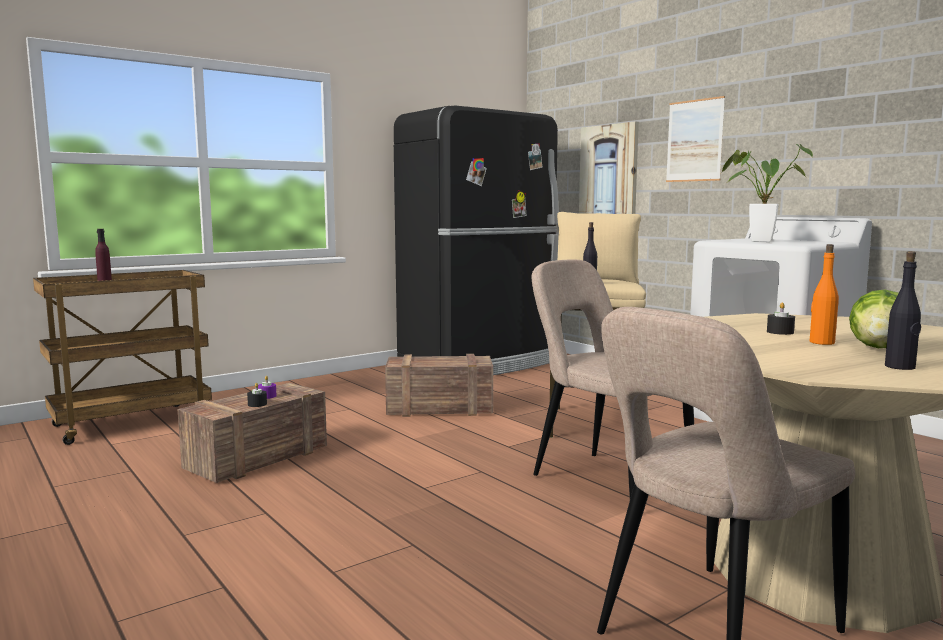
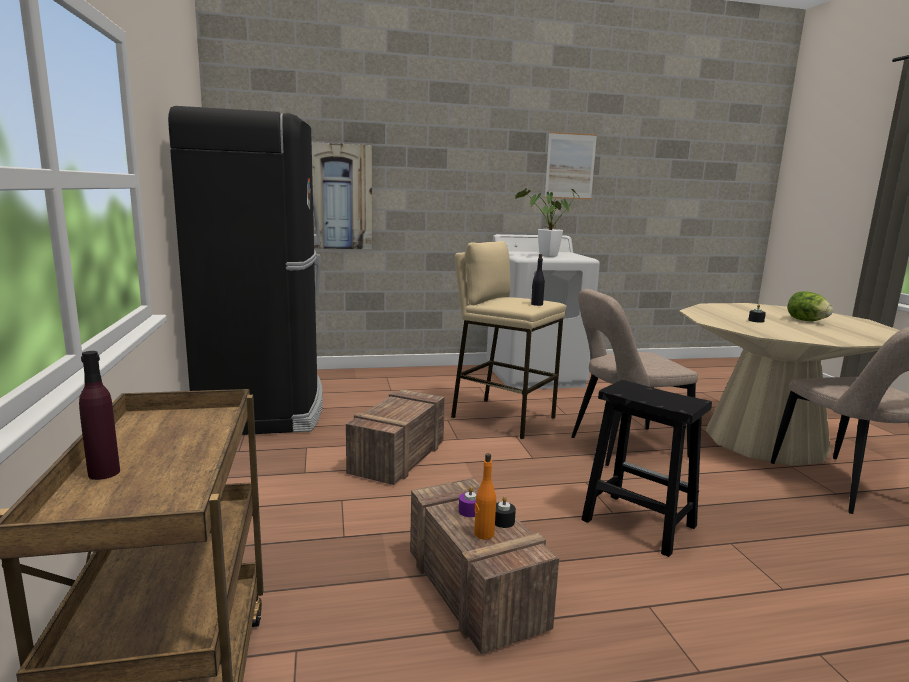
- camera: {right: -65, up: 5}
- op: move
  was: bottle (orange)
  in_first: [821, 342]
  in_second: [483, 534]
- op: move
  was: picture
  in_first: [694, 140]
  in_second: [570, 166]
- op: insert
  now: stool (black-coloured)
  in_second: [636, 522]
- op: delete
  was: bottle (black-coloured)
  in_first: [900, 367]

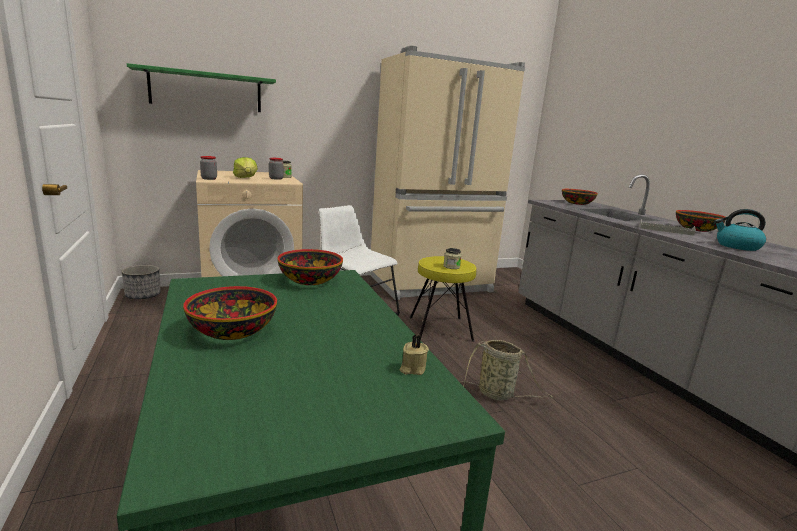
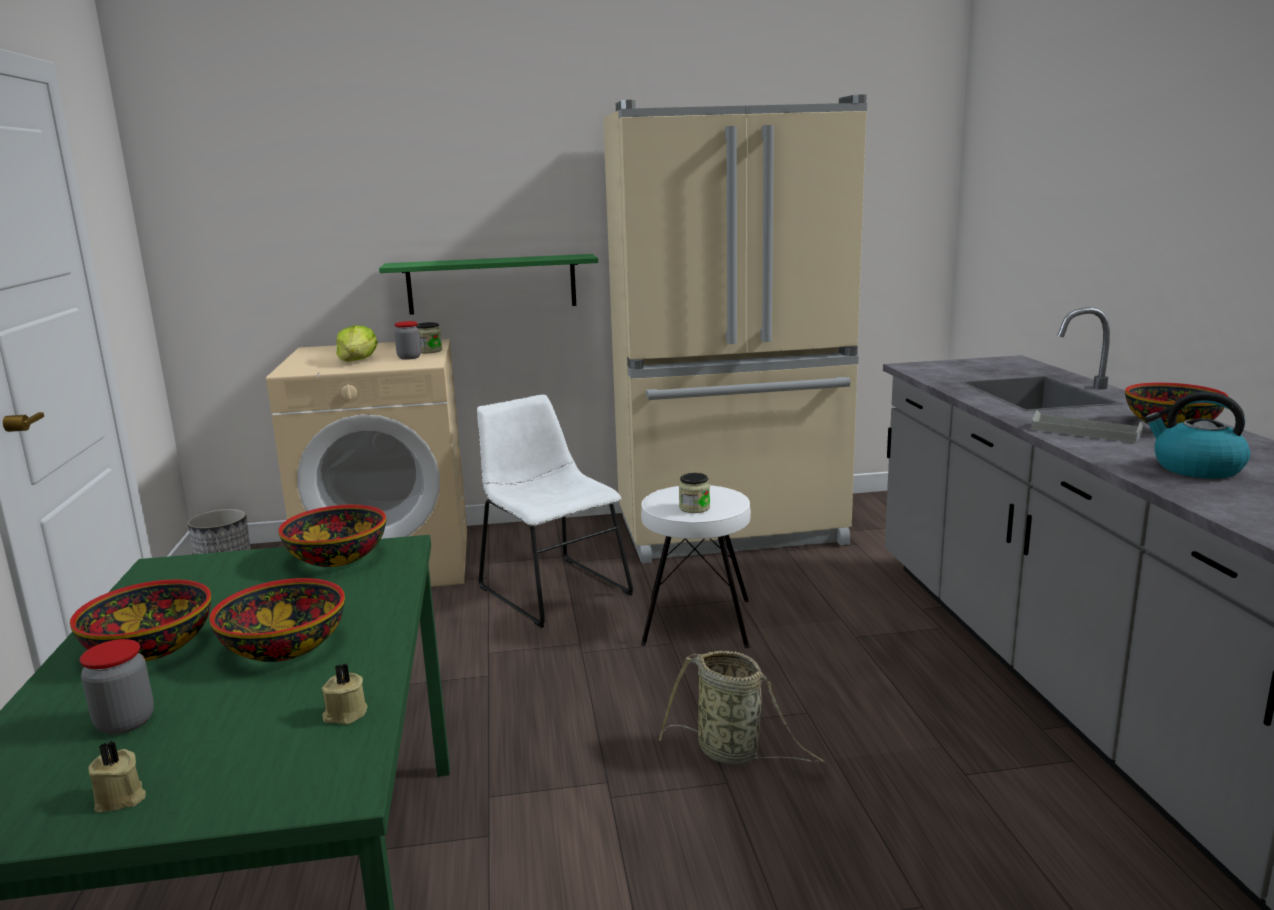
- camera: {right: 15, up: 0}
- op: move
  was: storage jar
  in_first: [209, 179]
  in_second: [125, 722]
- op: insert
  now: wax candle (sand-coloured)
  in_second: [120, 799]
- op: move
  was: deep dish
  in_first: [577, 203]
  in_second: [284, 647]
- op: move
  was: bracket shelf (greenish)
  in_first: [206, 91]
  in_second: [492, 284]
- op: recolor
  was: stool (yellow-coloured)
  now: stool (white-coloured)
  in_first: [440, 328]
  in_second: [698, 621]

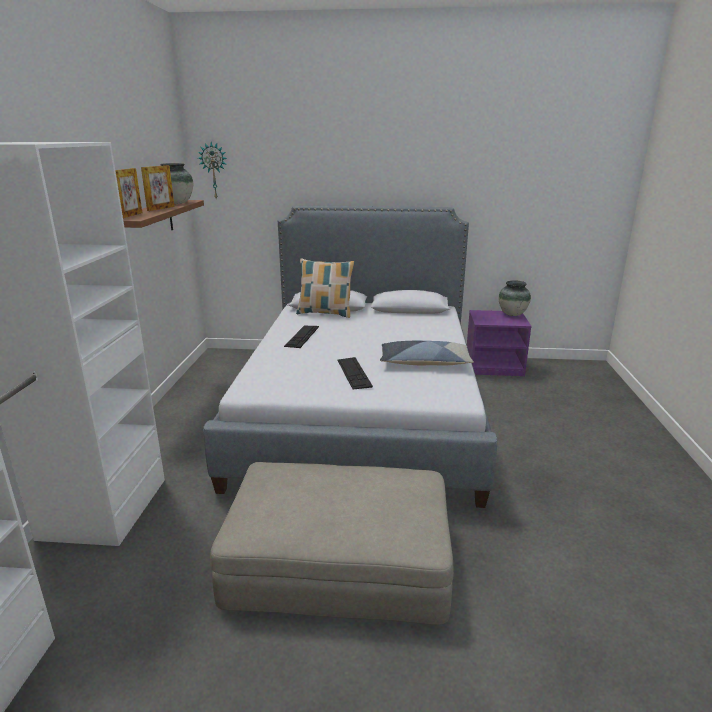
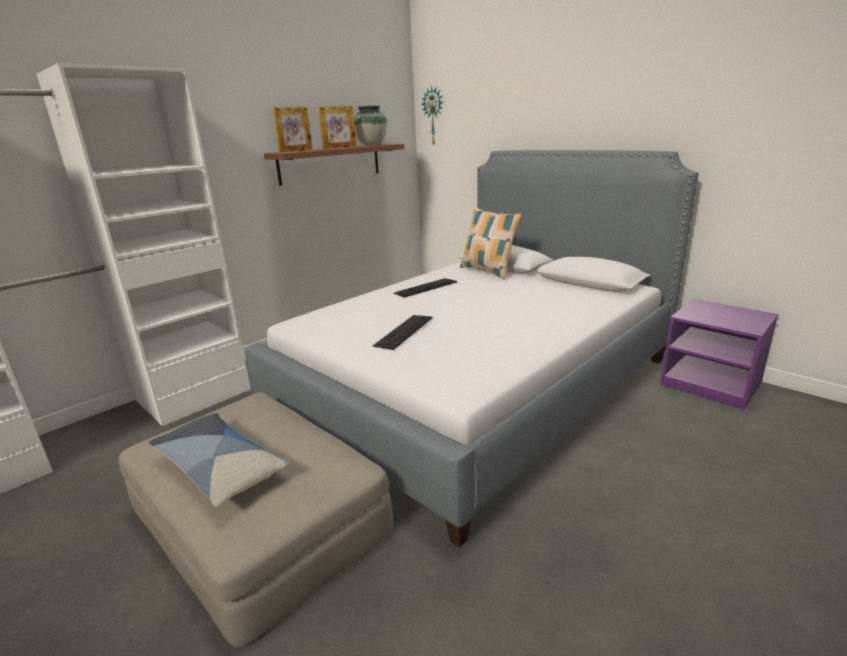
- camera: {right: 40, up: 0}
- op: move
  was: pillow
  in_first: [424, 362]
  in_second: [219, 467]
- op: delete
  was: decorative vase
  in_first: [512, 314]

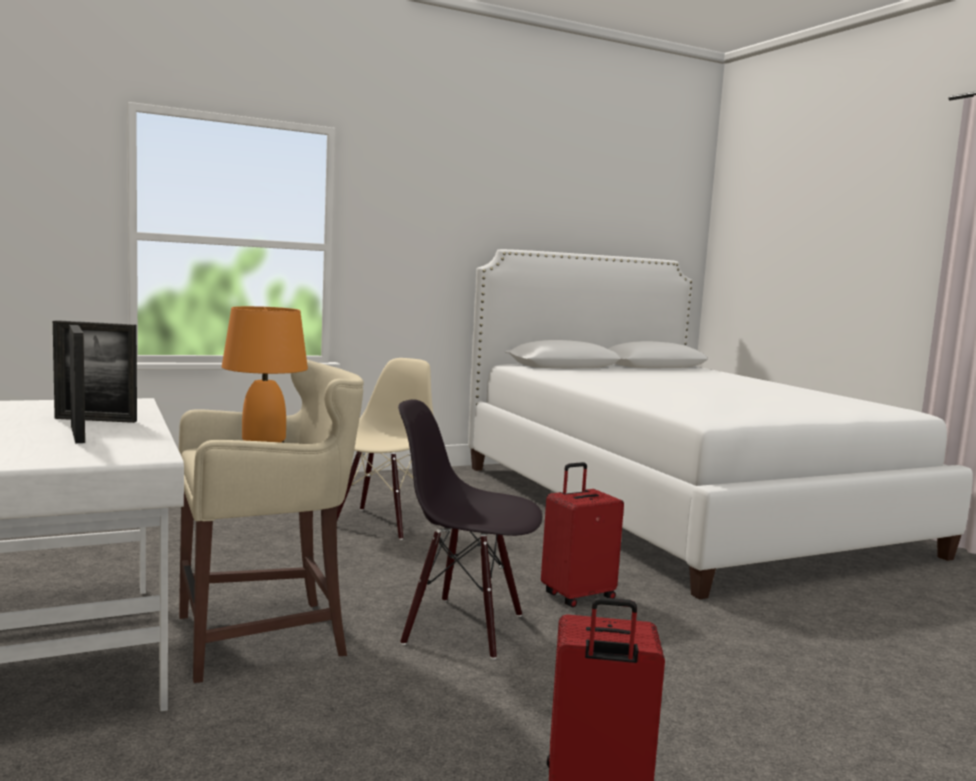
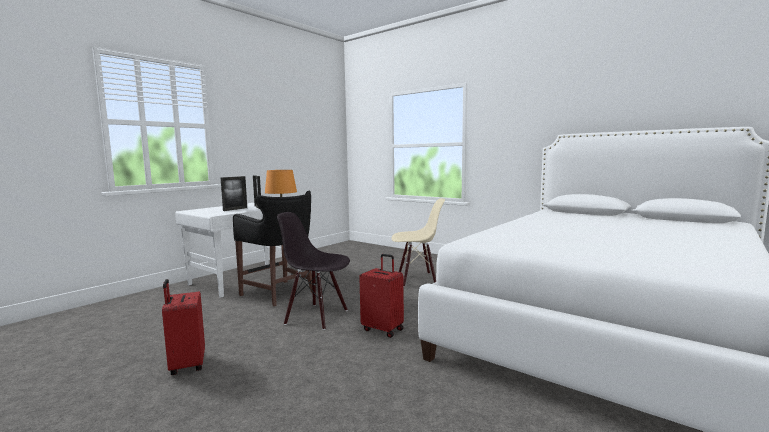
- camera: {right: 65, up: 0}
- op: recolor
  was: stool (sand-coloured)
  now: stool (black-coloured)
  in_first: [266, 636]
  in_second: [280, 293]
- op: rotate
  was: upright chair (black-coloured)
  in_first: [464, 628]
  in_second: [317, 316]
  clockwise: -60

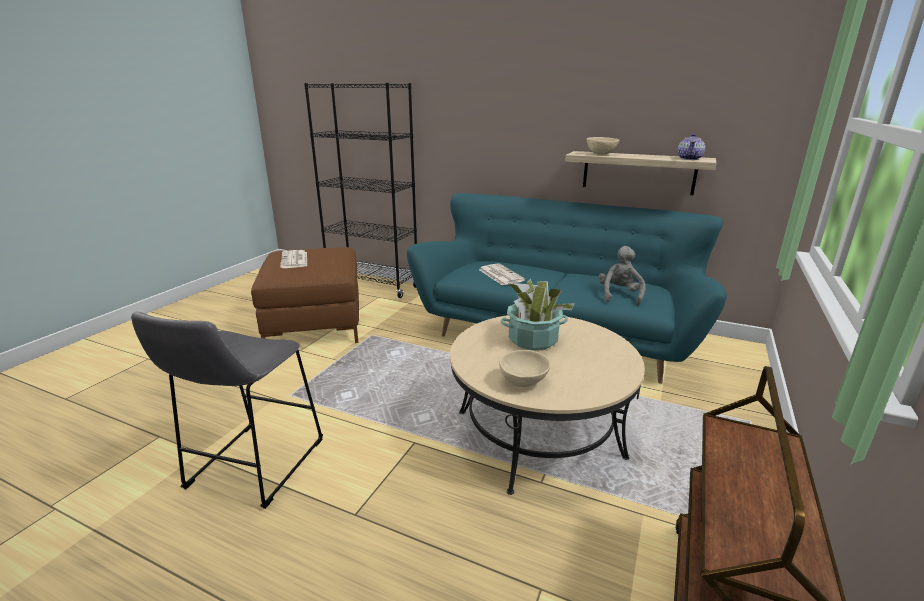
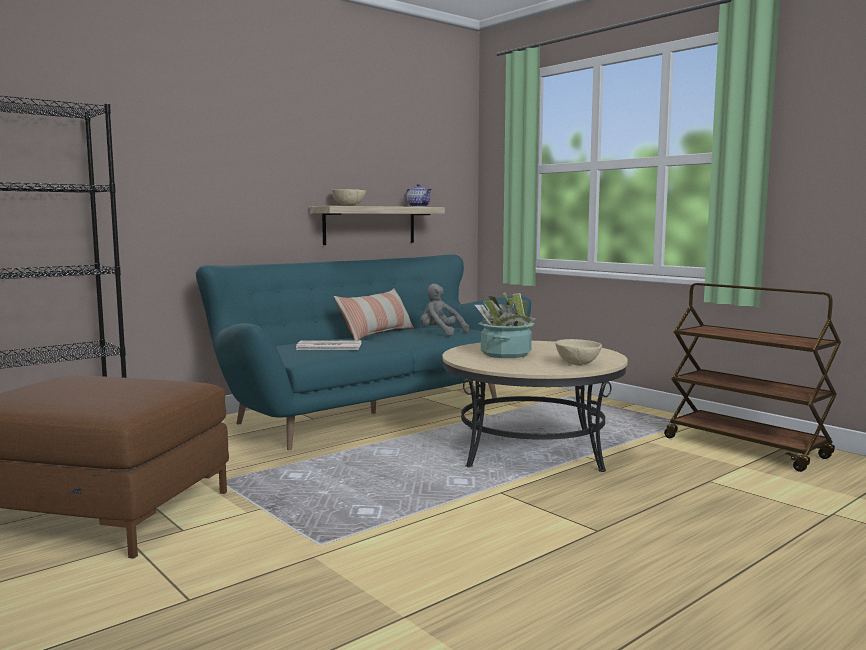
- camera: {right: -65, up: -15}
- op: insert
  now: pillow
  in_second: [377, 334]
- op: delete
  was: stool (greyish)
  in_first: [251, 467]
- op: delete
  was: daily paper
  in_first: [294, 260]

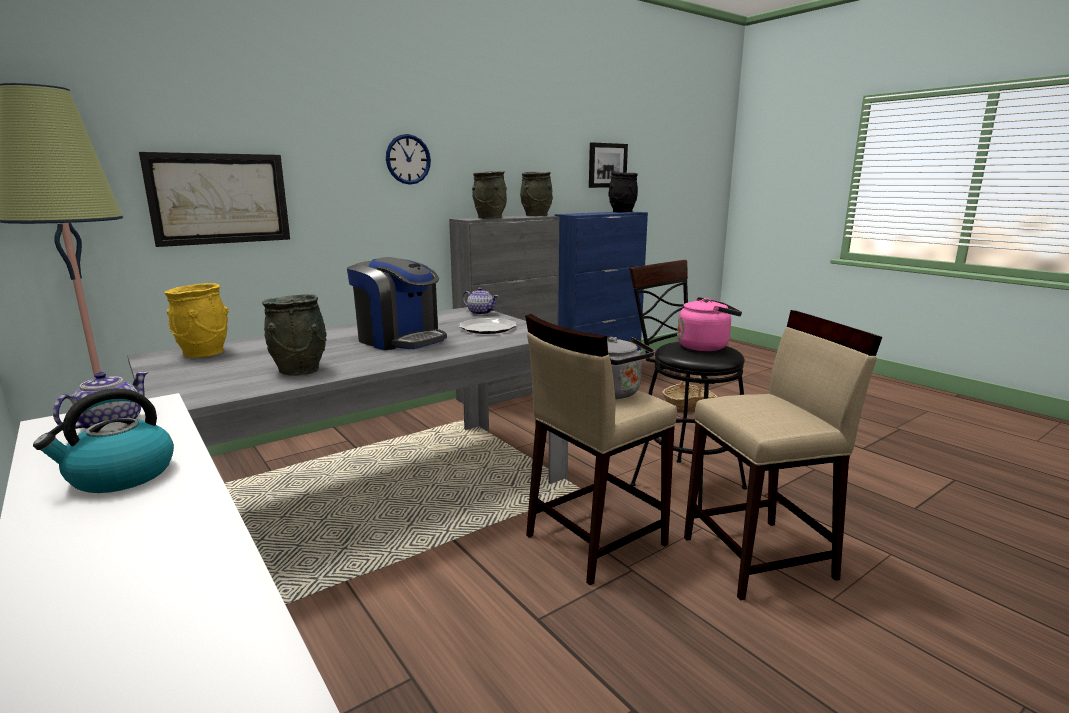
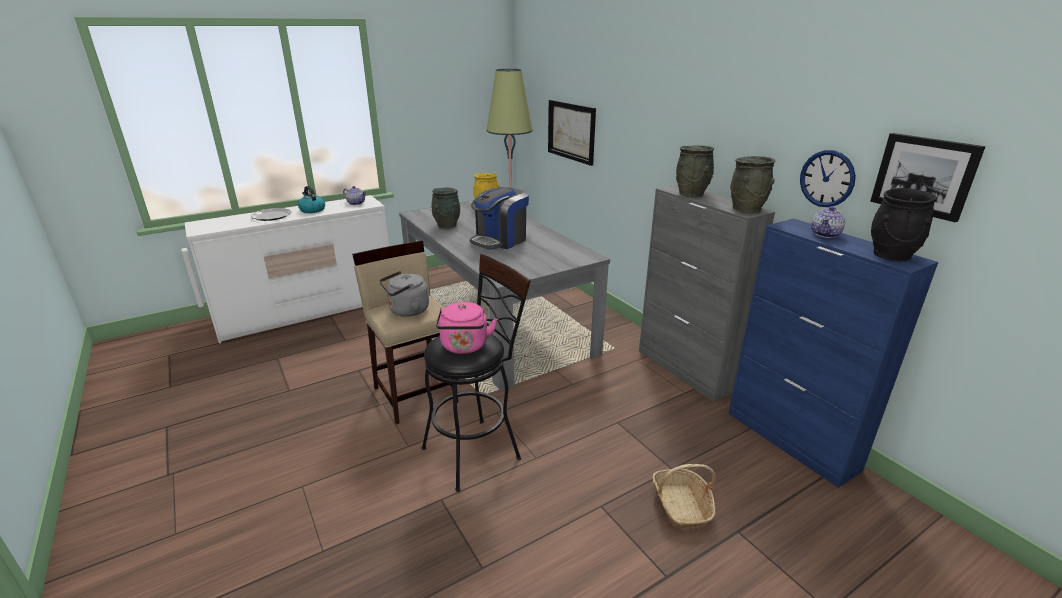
- camera: {right: 95, up: 10}
- op: move
  was: flat dish
  in_first: [487, 328]
  in_second: [271, 216]
- op: move
  was: hanging clock
  in_first: [408, 159]
  in_second: [827, 178]
- op: move
  was: pot for tea
  in_first: [480, 313]
  in_second: [825, 234]
- op: delete
  was: stool (sand-coloured)
  in_first: [759, 558]

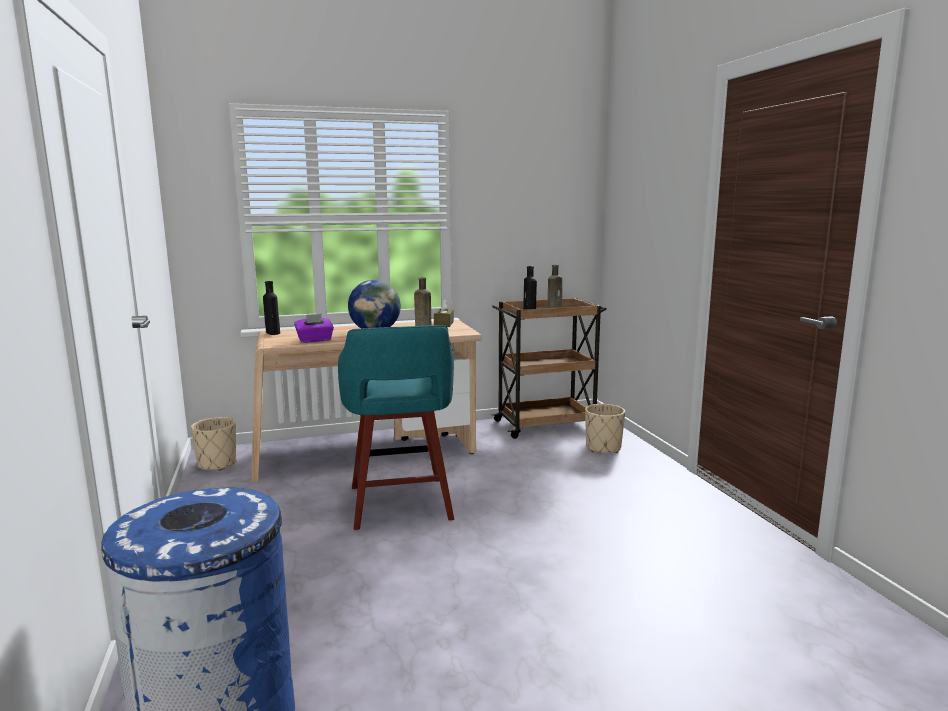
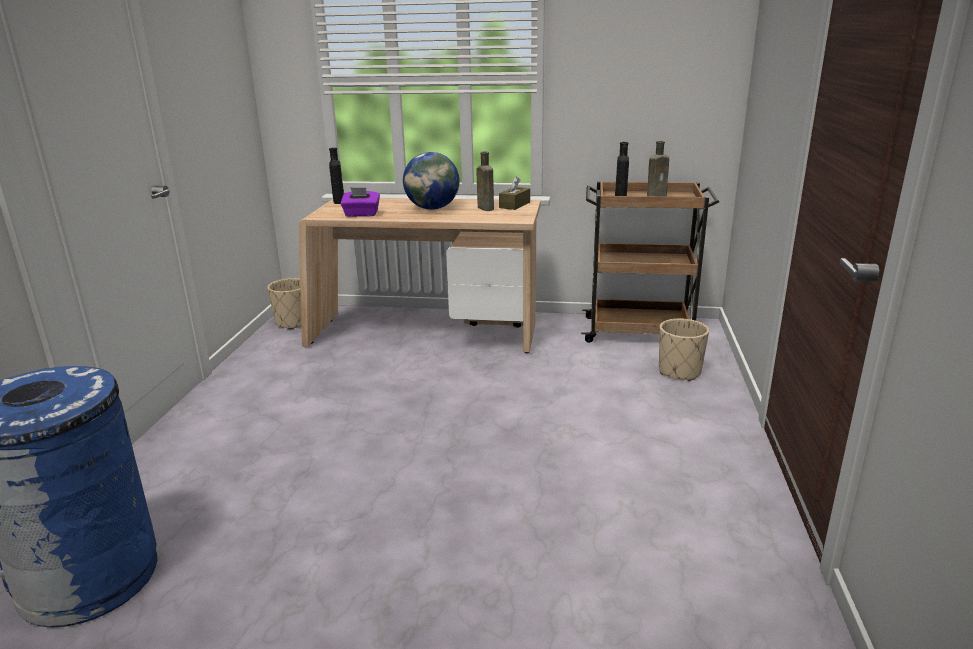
- camera: {right: 25, up: 10}
- op: delete
  was: stool (turquoise-coloured)
  in_first: [400, 504]

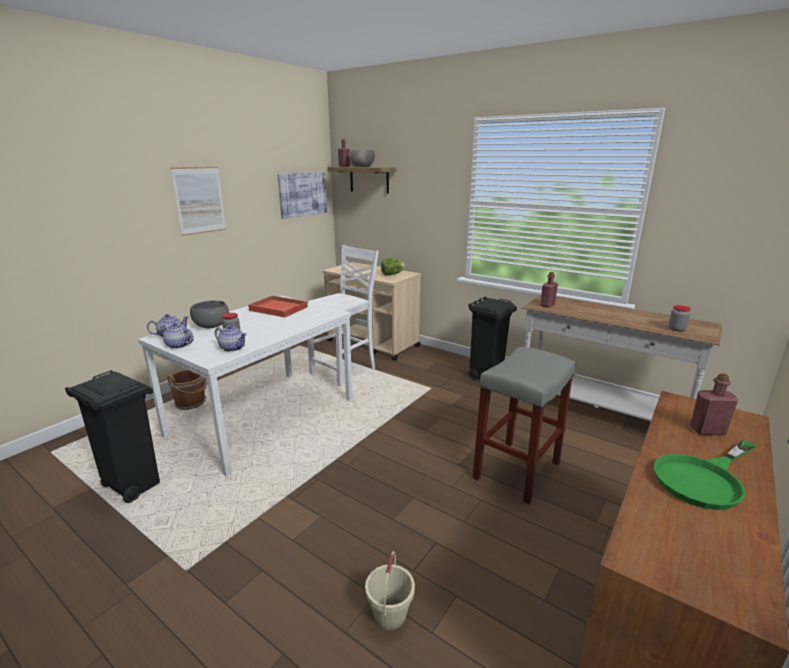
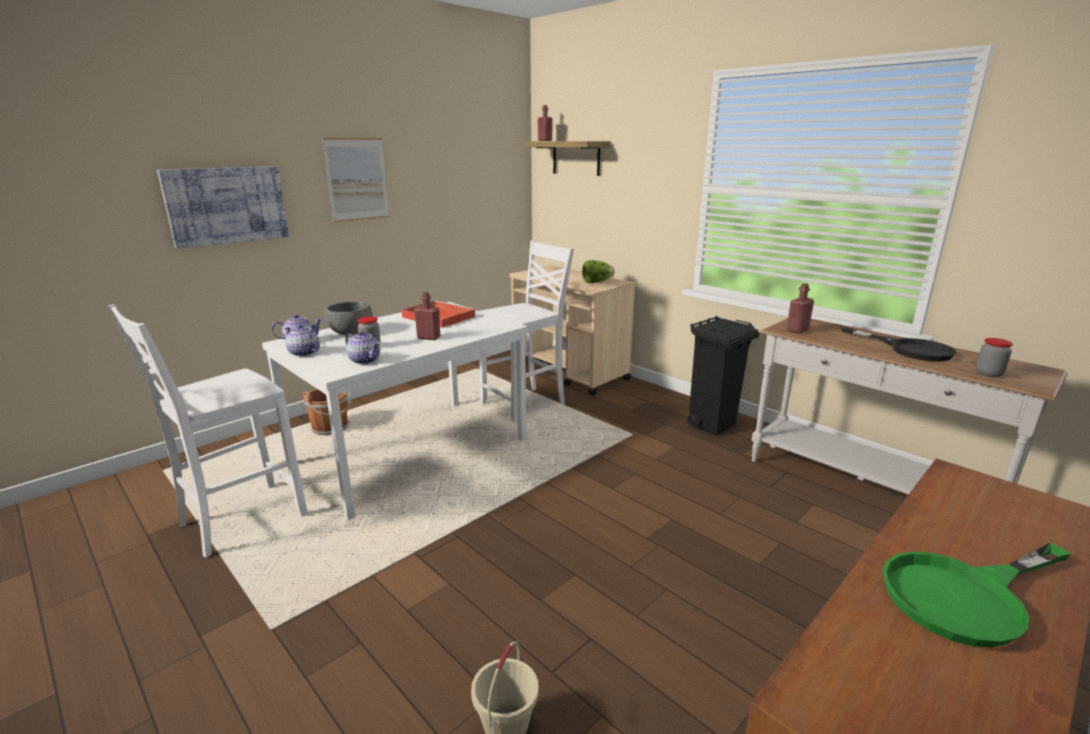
- camera: {right: 10, up: 0}
- op: replace
  was: rubbish bin (black-coloured)
  now: upright chair (white-coloured)
  in_first: [133, 486]
  in_second: [239, 520]
- op: move
  was: picture
  in_first: [302, 194]
  in_second: [227, 205]
- op: move
  was: bottle (red-coloured)
  in_first: [707, 430]
  in_second: [428, 338]
- op: insert
  now: pan (black-coloured)
  in_second: [909, 349]
- op: delete
  was: deep dish (greyish)
  in_first: [362, 166]
- op: delete
  was: stool (greyish)
  in_first: [517, 469]

